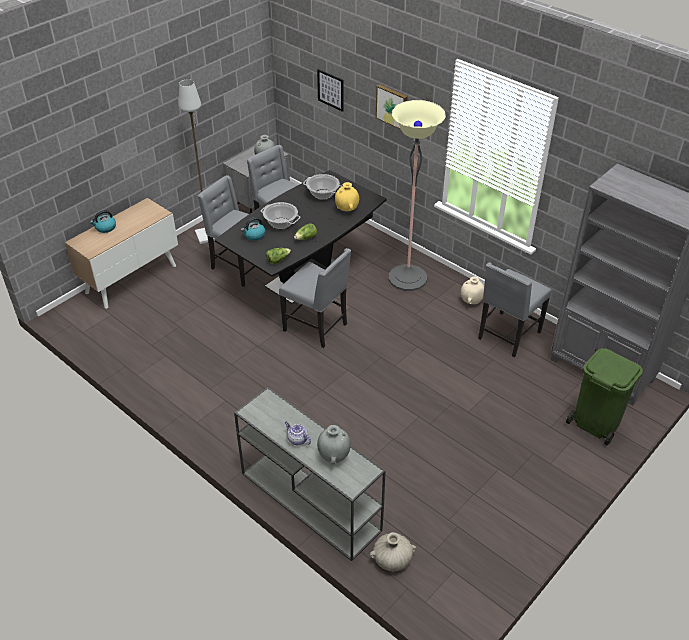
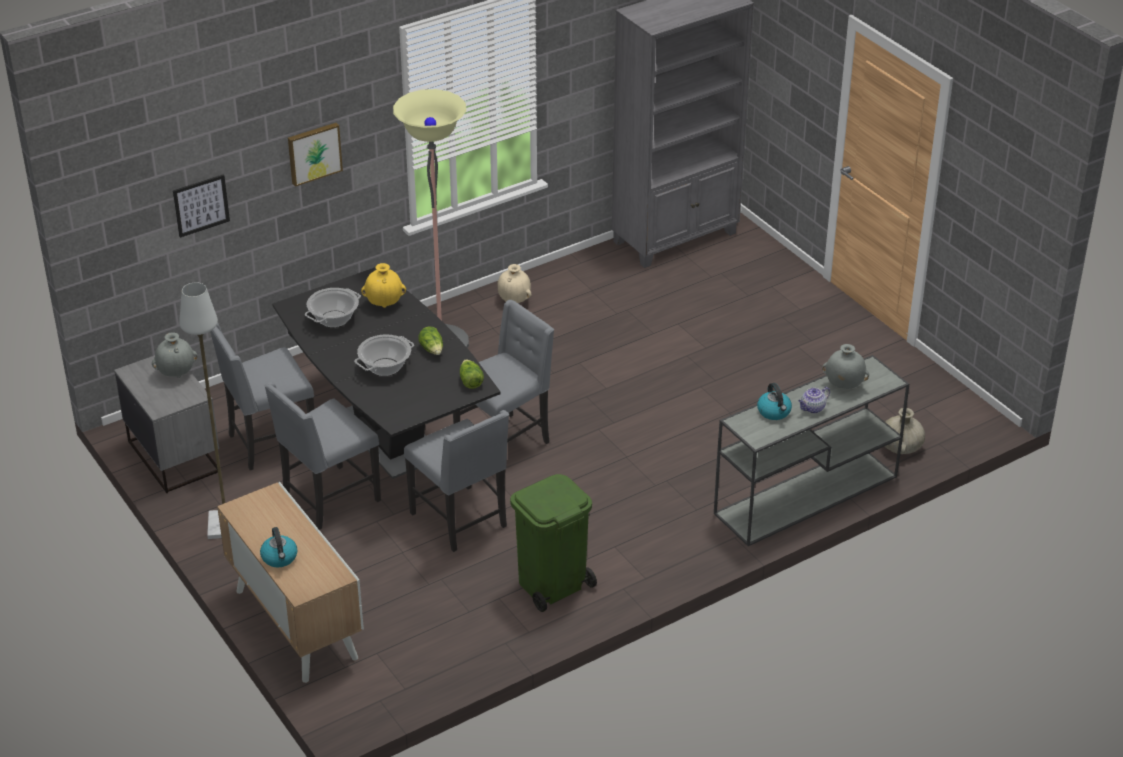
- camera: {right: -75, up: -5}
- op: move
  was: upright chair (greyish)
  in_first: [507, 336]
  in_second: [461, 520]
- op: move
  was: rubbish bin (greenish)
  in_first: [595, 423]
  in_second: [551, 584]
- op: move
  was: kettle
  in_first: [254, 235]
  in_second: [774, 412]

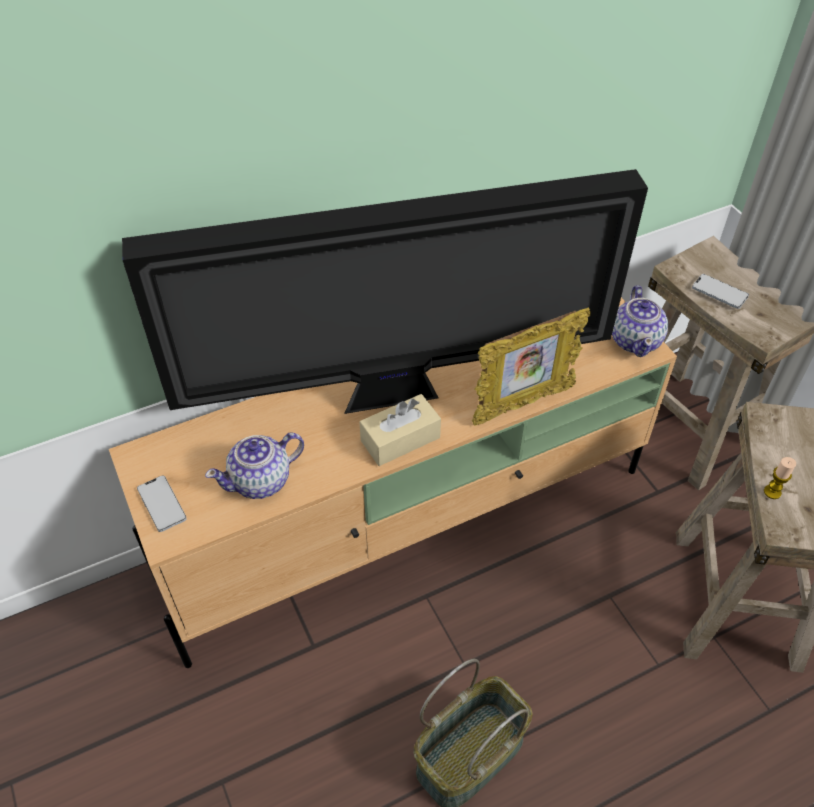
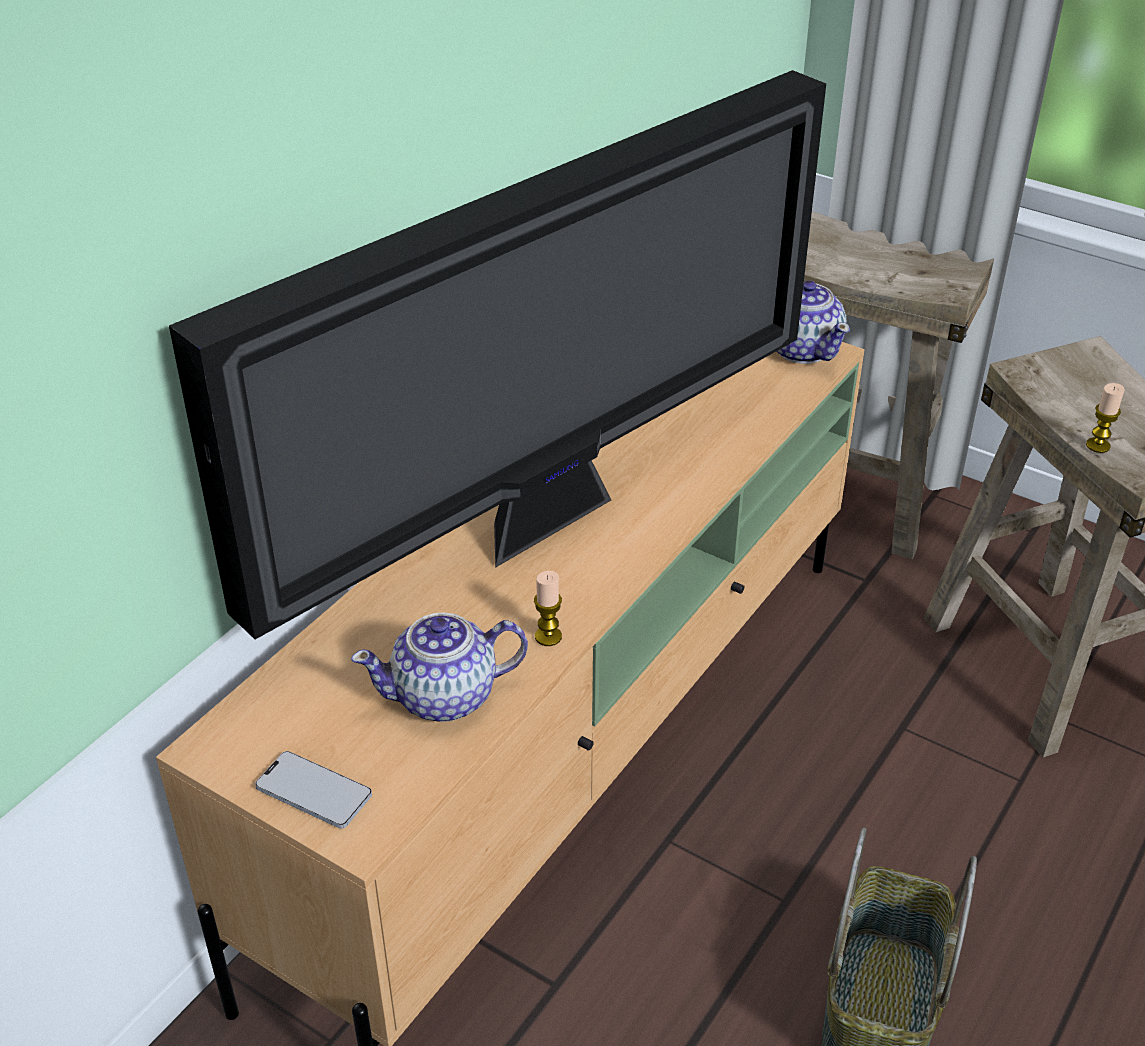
- camera: {right: -30, up: -10}
- op: rotate
  was: pot for tea
  in_first: [261, 481]
  in_second: [446, 696]
  clockwise: 45
- op: insert
  now: wax candle
  in_second: [548, 636]
- op: delete
  was: box of tissues (sand-coloured)
  in_first: [400, 439]
- op: delete
  was: picture frame
  in_first: [522, 404]
- op: delete
  was: telephone
  in_first: [719, 292]

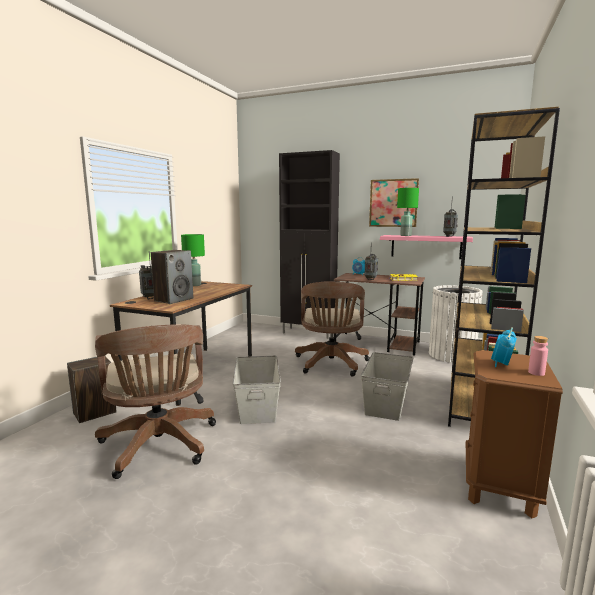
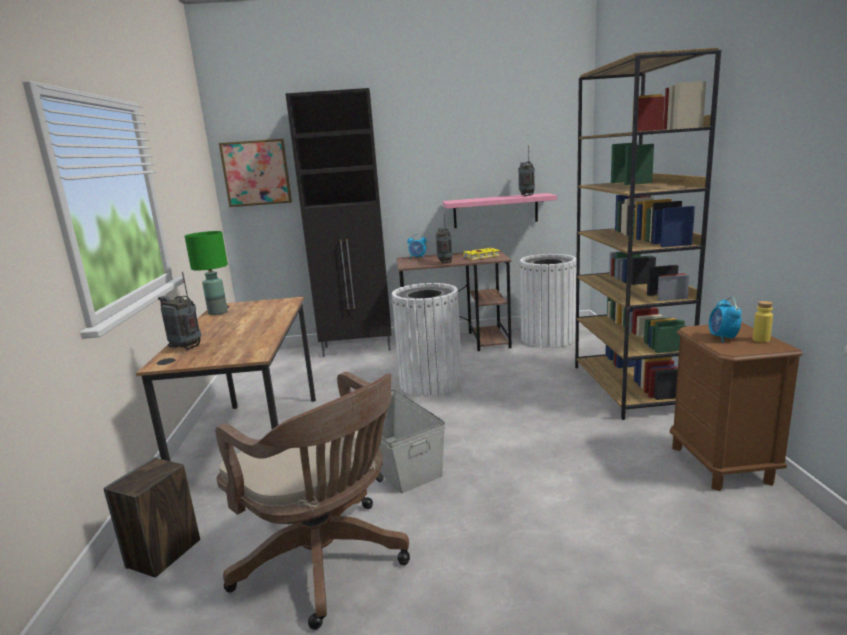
- camera: {right: -25, up: 5}
- op: move
  was: picture
  in_first: [393, 203]
  in_second: [256, 173]
- op: replace
  was: computer chair (brownish)
  now: rubbish bin (white-coloured)
  in_first: [331, 364]
  in_second: [430, 383]
- op: recolor
  was: bottle (pink-coloured)
  now: bottle (yellow-coloured)
  in_first: [536, 373]
  in_second: [761, 340]
- op: delete
  was: loudspeaker
  in_first: [174, 300]
- op: delete
  was: storage container (greyish)
  in_first: [387, 401]
- op: delete
  was: table lamp (greenish)
  in_first: [406, 235]

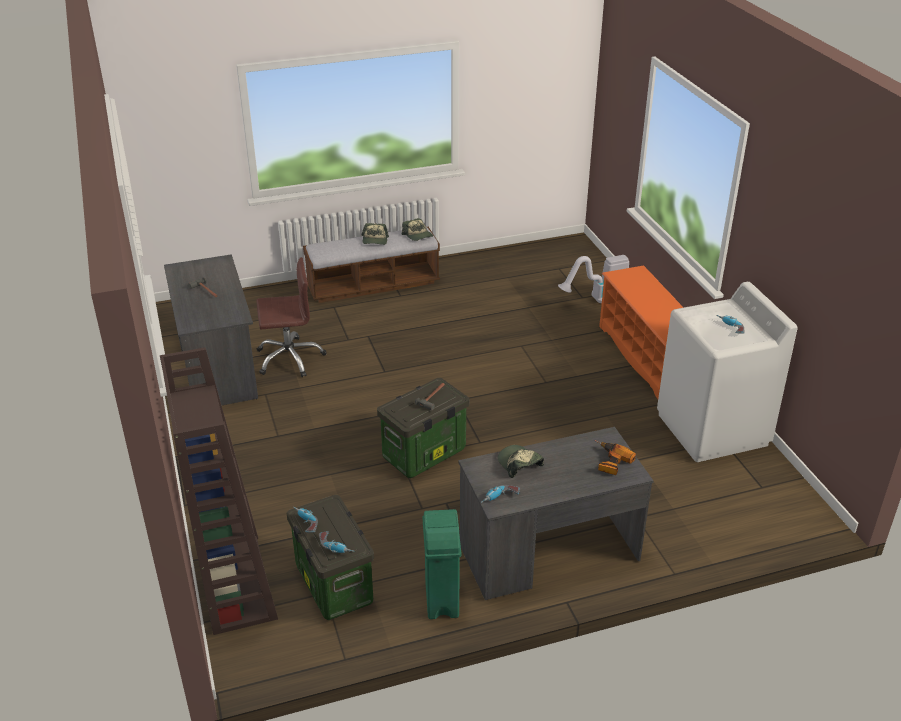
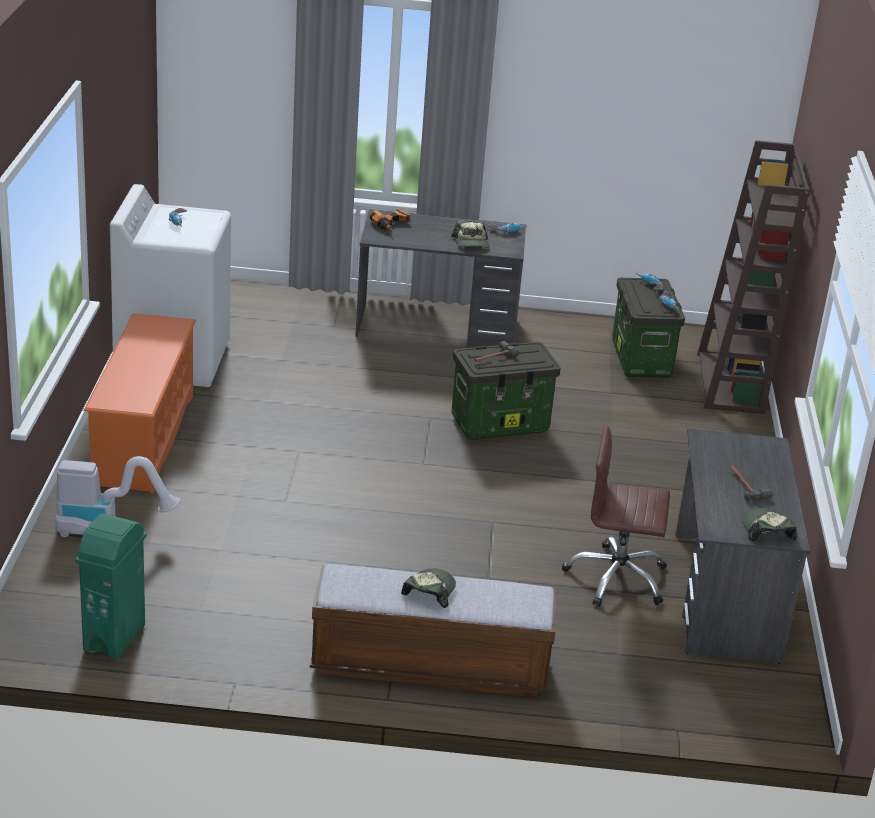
- camera: {right: -160, up: -5}
- op: move
  was: rubbish bin (greenish)
  in_first: [441, 600]
  in_second: [115, 637]
- op: move
  was: baseball cap
  in_first: [418, 235]
  in_second: [766, 531]

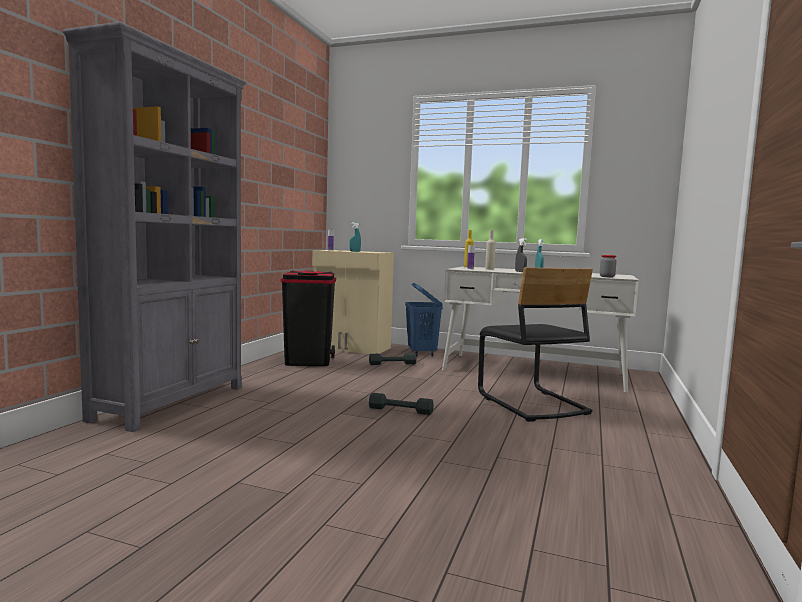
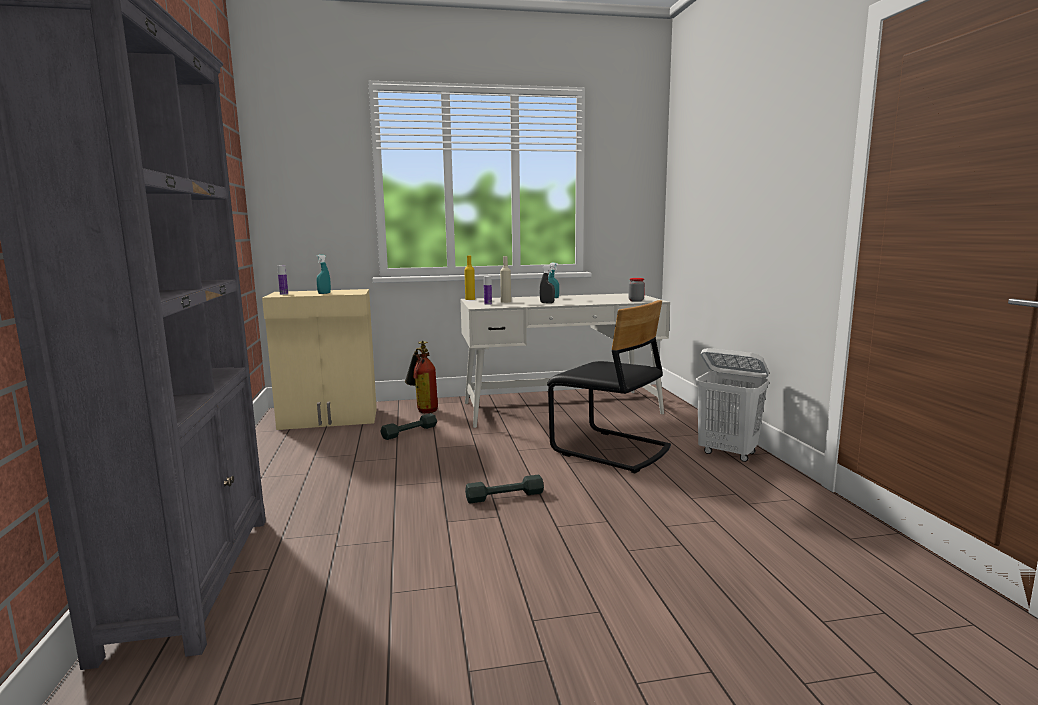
- camera: {right: -30, up: 5}
- op: replace
  was: laundry basket (bluish)
  now: extinguisher
  in_first: [422, 353]
  in_second: [422, 409]
- op: insert
  now: laundry basket (white-coloured)
  in_second: [728, 453]
- op: delete
  was: rubbish bin (black-coloured)
  in_first: [308, 361]

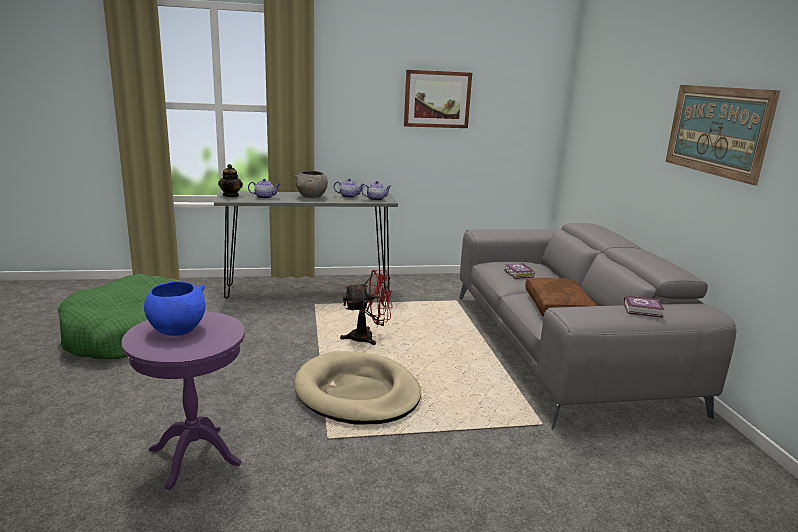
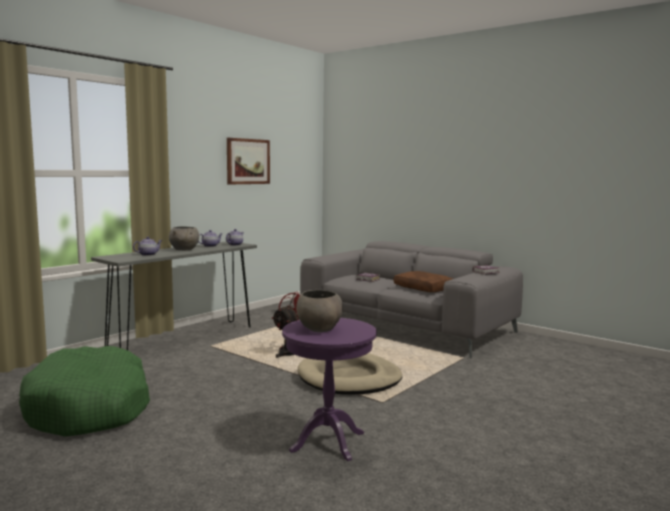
- camera: {right: -40, up: -10}
- op: recolor
  was: deep dish (bluish)
  now: deep dish (greyish)
  in_first: [177, 329]
  in_second: [319, 329]
- op: delete
  was: pot for tea
  in_first: [231, 195]
- op: delete
  was: picture
  in_first: [716, 130]

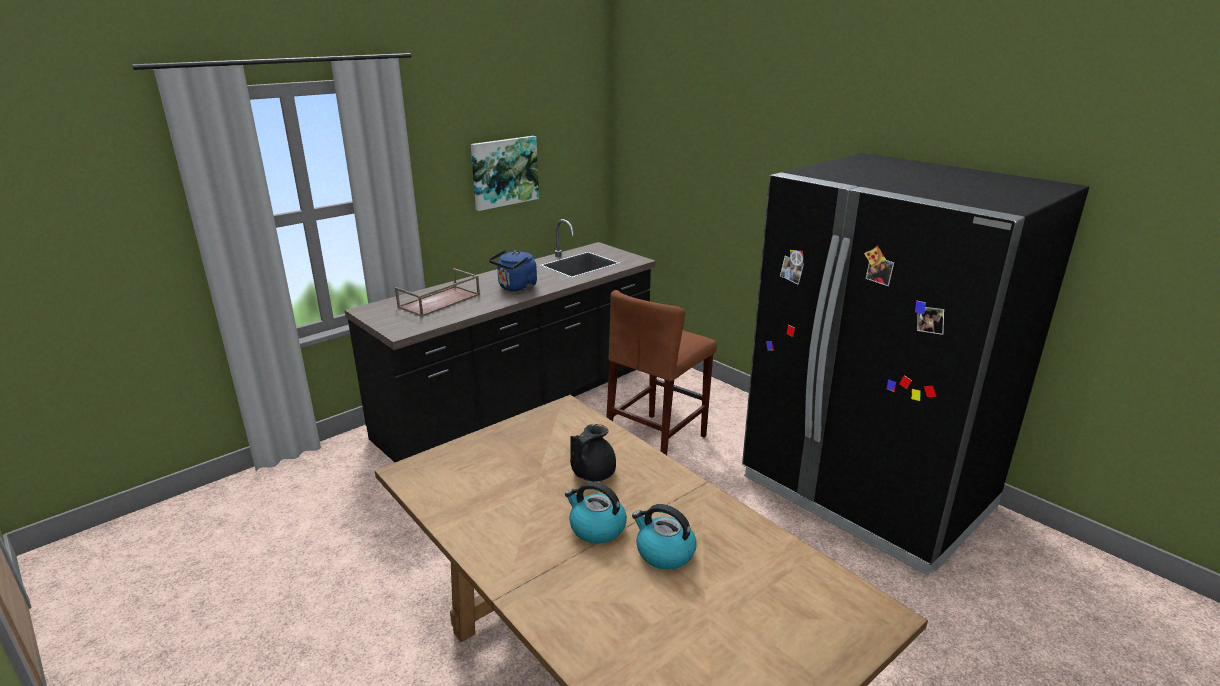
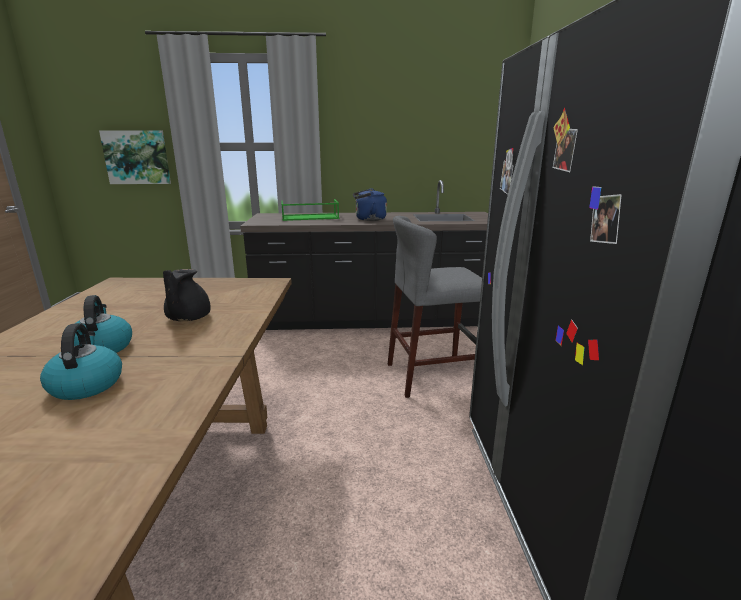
- camera: {right: 40, up: -5}
- op: move
  was: picture
  in_first: [504, 172]
  in_second: [137, 157]
- op: rotate
  was: pot for tea (black-coloured)
  in_first: [591, 473]
  in_second: [187, 318]
  clockwise: -75
- op: recolor
  was: carrying tray (brownish)
  now: carrying tray (greenish)
  in_first: [439, 301]
  in_second: [309, 217]
- op: recolor
  was: stool (brownish)
  now: stool (greyish)
  in_first: [657, 442]
  in_second: [433, 375]

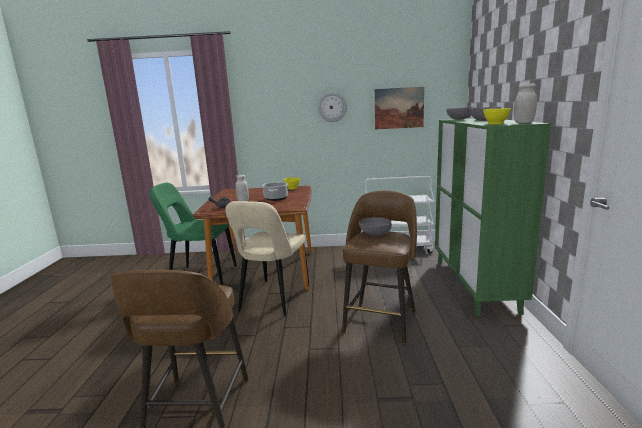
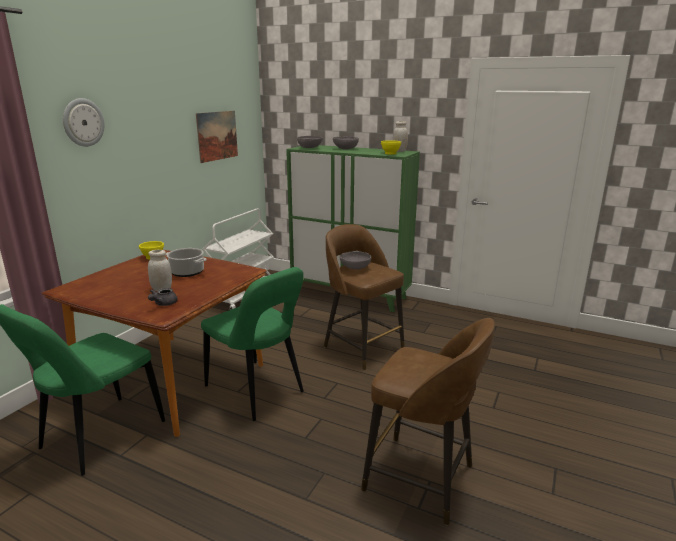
- camera: {right: -65, up: 5}
- op: move
  was: hanging clock
  in_first: [332, 107]
  in_second: [83, 122]
- op: recolor
  was: upright chair (sand-coloured)
  now: upright chair (greenish)
  in_first: [273, 299]
  in_second: [257, 391]

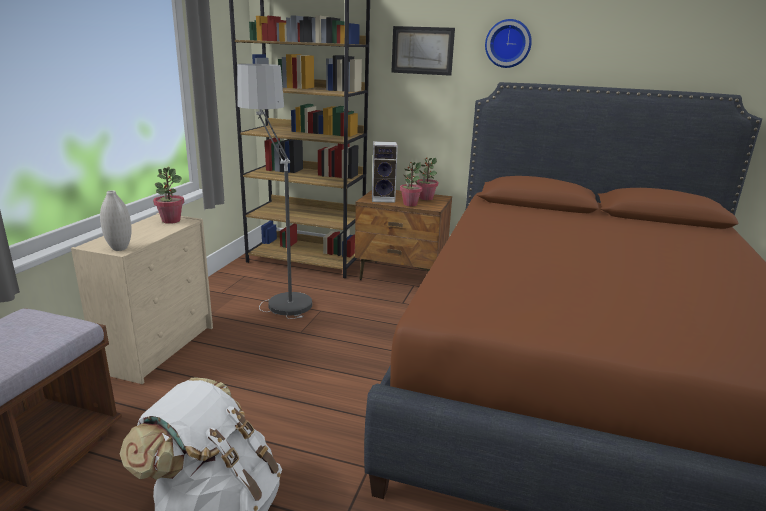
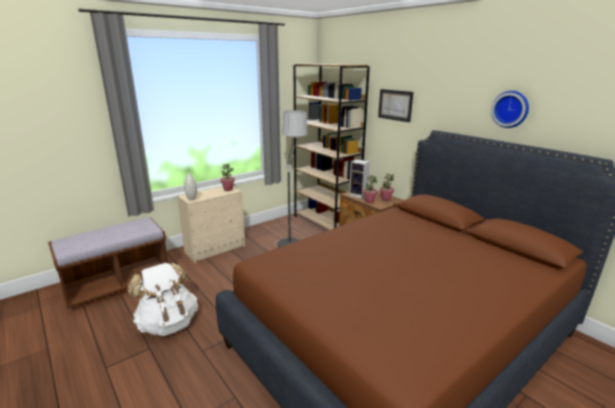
- camera: {right: 35, up: 0}
- op: move
  was: hanging clock
  in_first: [508, 43]
  in_second: [511, 109]

